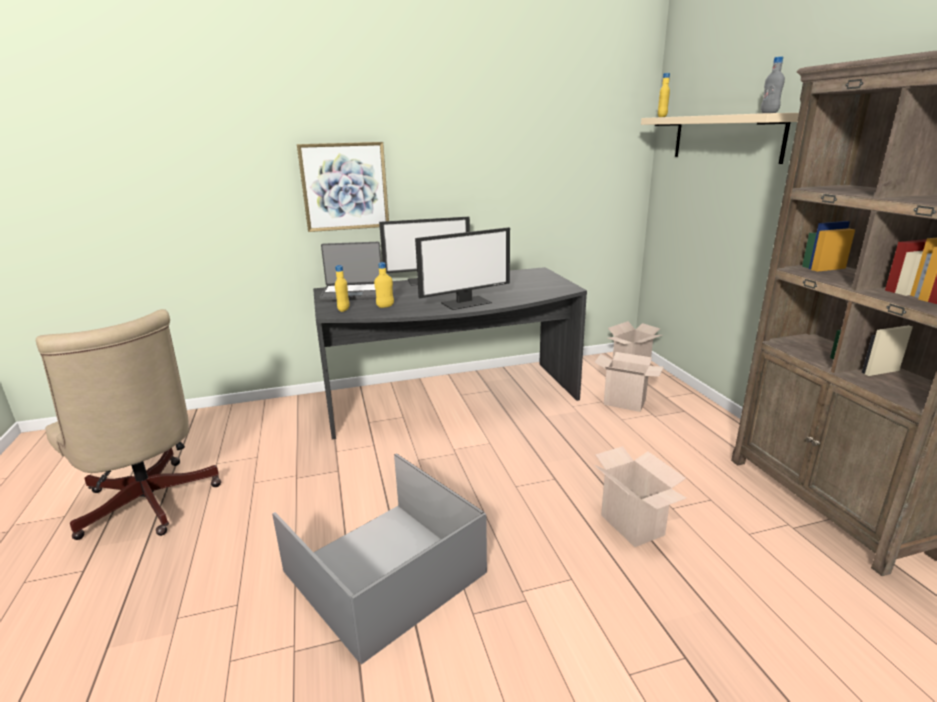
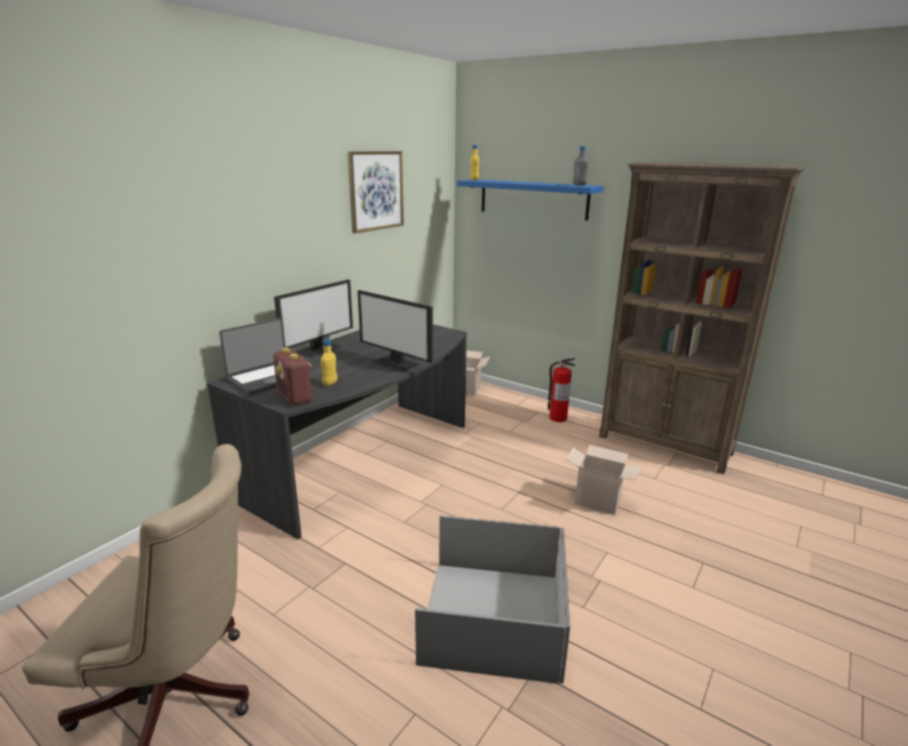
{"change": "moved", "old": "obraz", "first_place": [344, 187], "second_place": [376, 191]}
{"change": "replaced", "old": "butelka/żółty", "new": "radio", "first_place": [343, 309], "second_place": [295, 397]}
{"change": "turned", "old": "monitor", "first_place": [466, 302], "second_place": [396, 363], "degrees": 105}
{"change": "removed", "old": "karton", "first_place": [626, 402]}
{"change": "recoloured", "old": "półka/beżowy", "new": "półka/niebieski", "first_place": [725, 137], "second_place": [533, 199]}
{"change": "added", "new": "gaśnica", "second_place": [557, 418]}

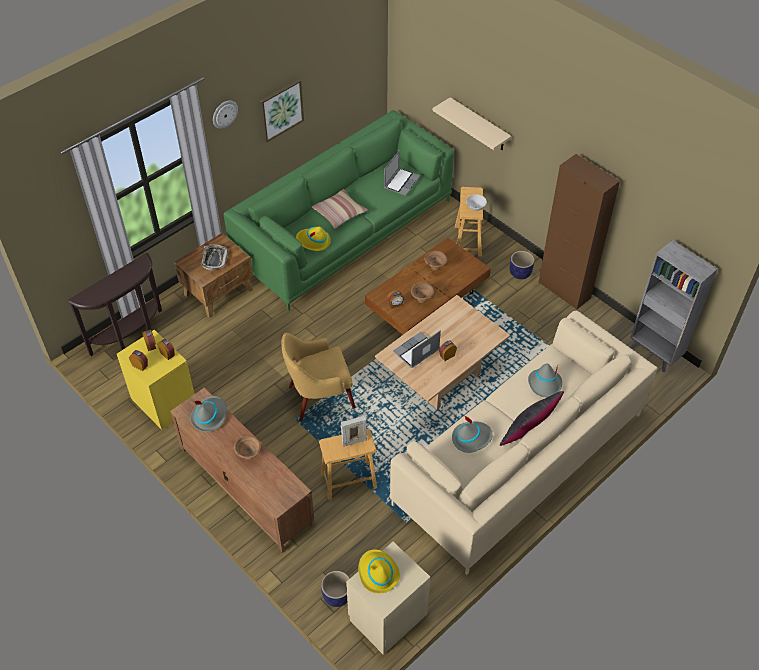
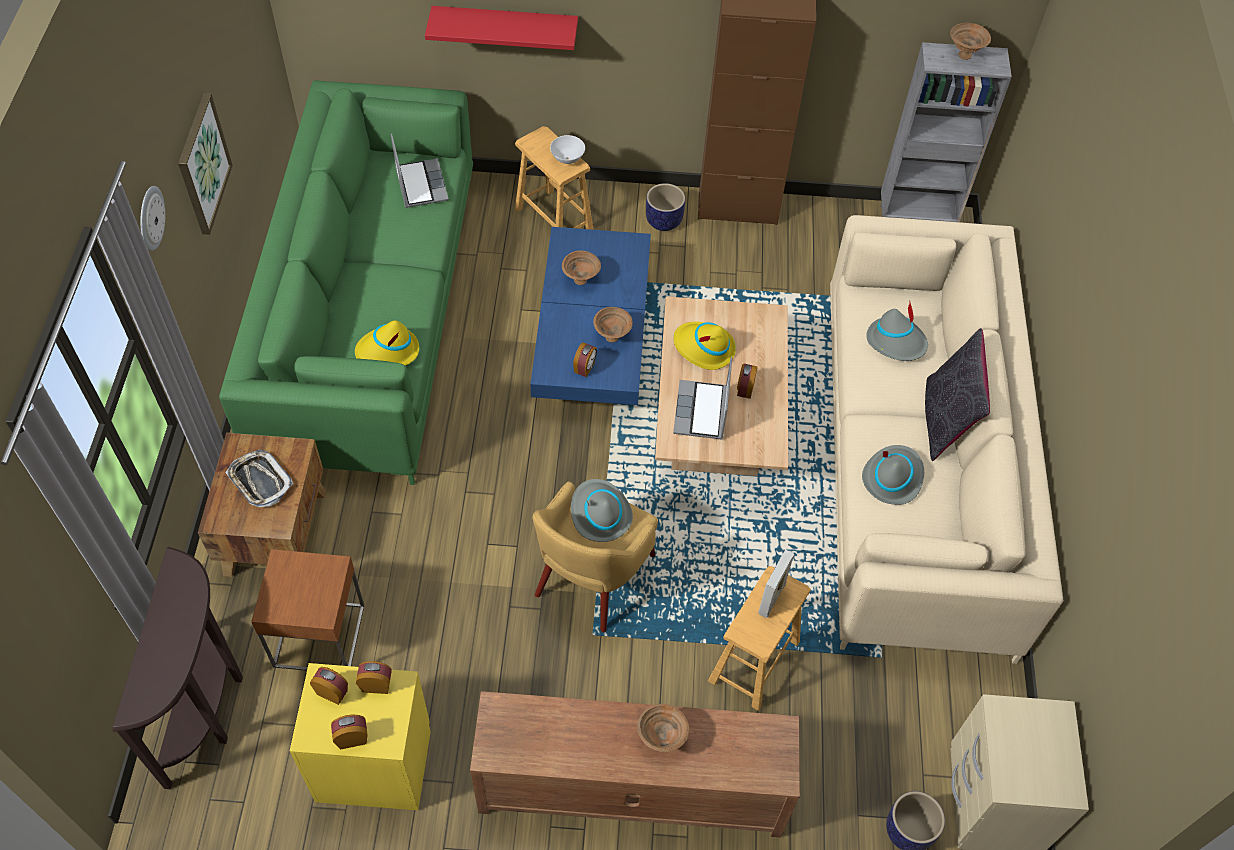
{"change": "moved", "old": "kapelusz/szary", "first_place": [209, 416], "second_place": [600, 514]}
{"change": "removed", "old": "poduszka", "first_place": [339, 213]}
{"change": "moved", "old": "kapelusz/żółty", "first_place": [378, 573], "second_place": [704, 348]}
{"change": "recoloured", "old": "ława/brązowy", "new": "ława/niebieski", "first_place": [427, 302], "second_place": [591, 339]}
{"change": "recoloured", "old": "półka/beżowy", "new": "półka/czerwony", "first_place": [479, 125], "second_place": [505, 27]}
{"change": "added", "new": "stolik/brązowy", "second_place": [319, 635]}
{"change": "added", "new": "miska/brązowy", "second_place": [963, 55]}

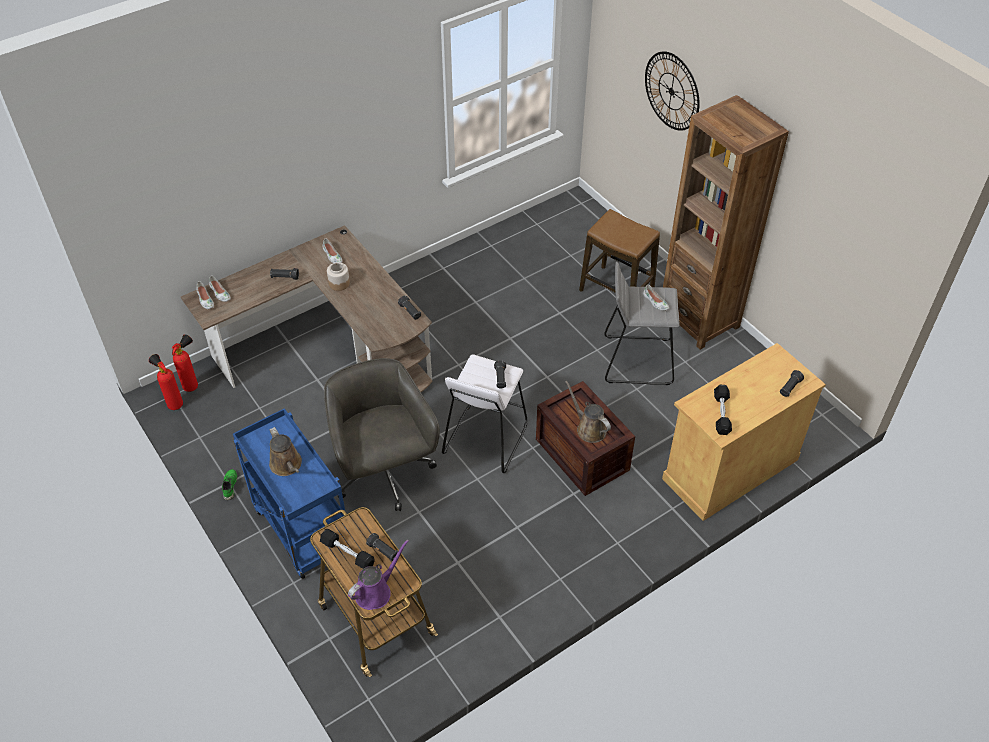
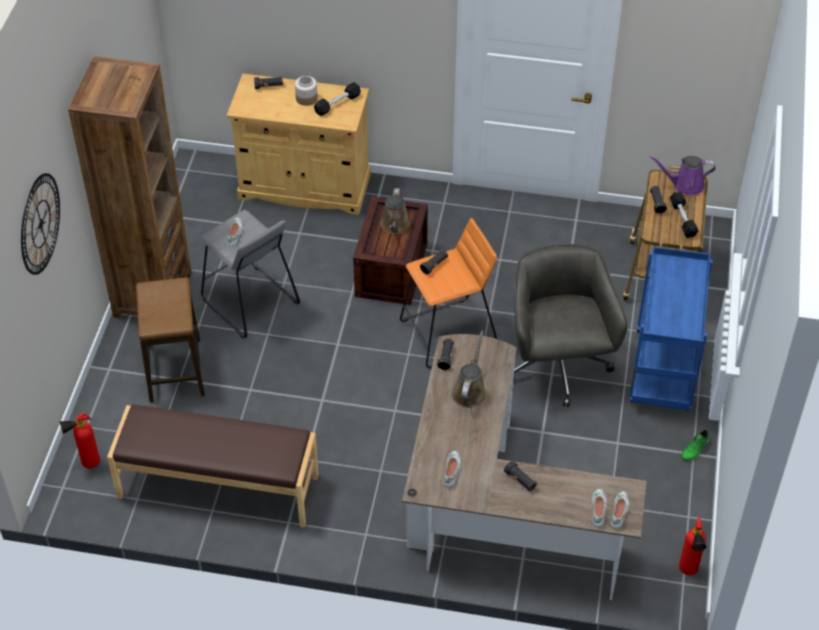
{"change": "moved", "old": "gaśnica", "first_place": [193, 384], "second_place": [86, 464]}
{"change": "moved", "old": "konewka/brązowy", "first_place": [287, 465], "second_place": [470, 391]}
{"change": "turned", "old": "krzesło biurowe/szary", "first_place": [384, 473], "second_place": [557, 366], "degrees": 150}
{"change": "moved", "old": "słoik", "first_place": [339, 283], "second_place": [306, 98]}
{"change": "recoloured", "old": "stołek/biały", "new": "stołek/pomarańczowy", "first_place": [485, 438], "second_place": [448, 334]}
{"change": "added", "new": "ławka/brązowy", "second_place": [218, 487]}

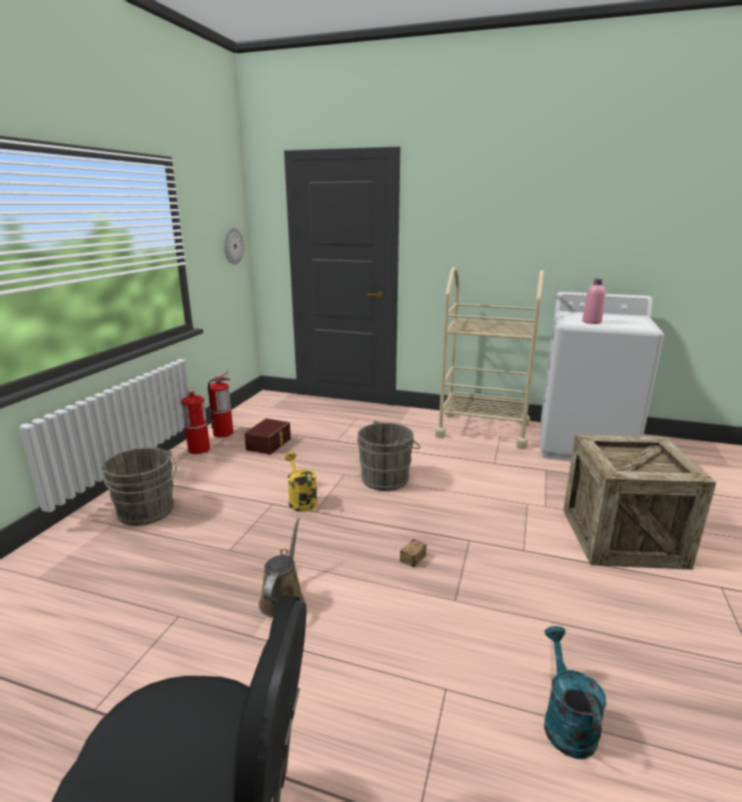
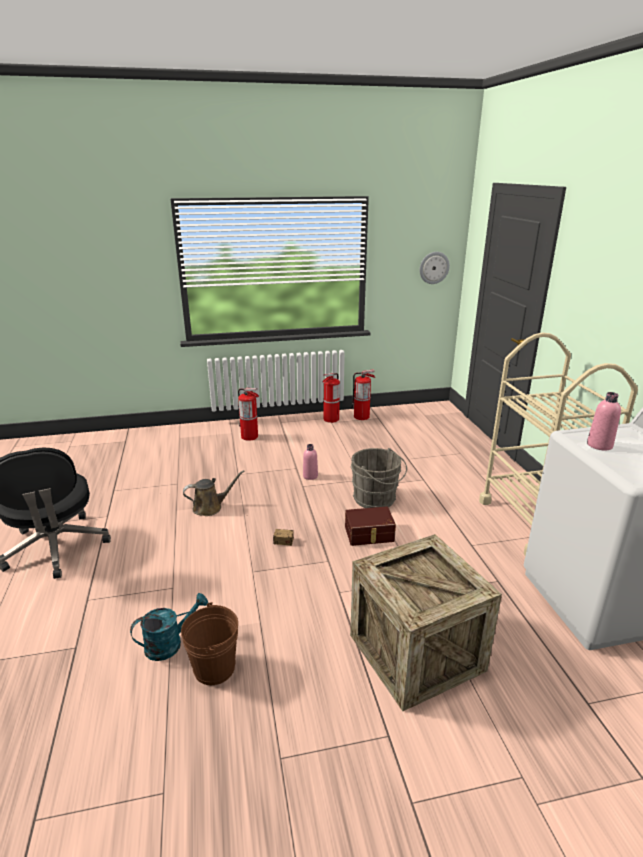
{"change": "replaced", "old": "wiadro/szary", "new": "gaśnica", "first_place": [146, 513], "second_place": [250, 436]}
{"change": "moved", "old": "pojemnik do przechowywania/brązowy", "first_place": [269, 444], "second_place": [369, 534]}
{"change": "replaced", "old": "konewka/żółty", "new": "butelka/różowy", "first_place": [301, 500], "second_place": [310, 476]}
{"change": "added", "new": "wiadro/brązowy", "second_place": [214, 668]}

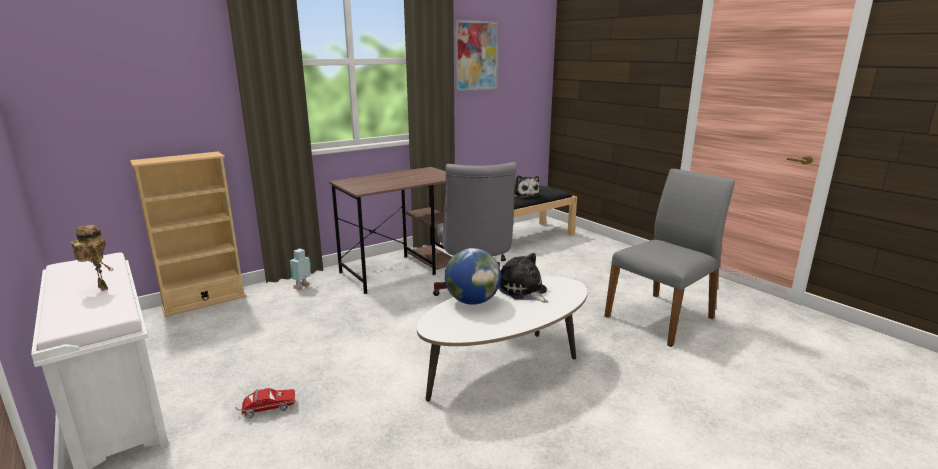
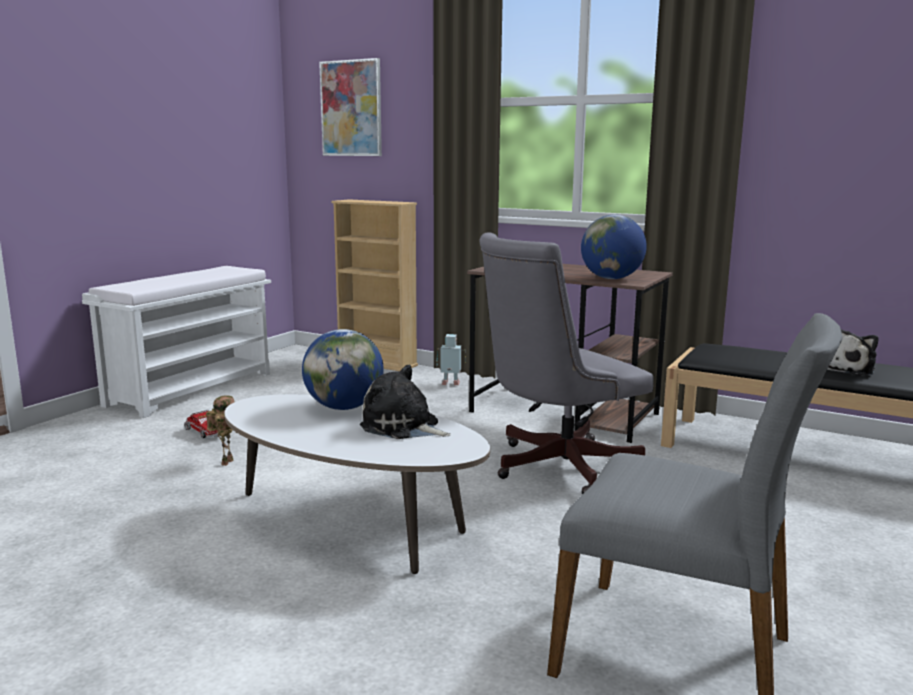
{"change": "moved", "old": "robot zabawkowy", "first_place": [100, 288], "second_place": [226, 462]}
{"change": "moved", "old": "obraz", "first_place": [475, 56], "second_place": [351, 108]}
{"change": "turned", "old": "pluszak", "first_place": [523, 291], "second_place": [403, 427], "degrees": -90}
{"change": "added", "new": "globus", "second_place": [611, 278]}

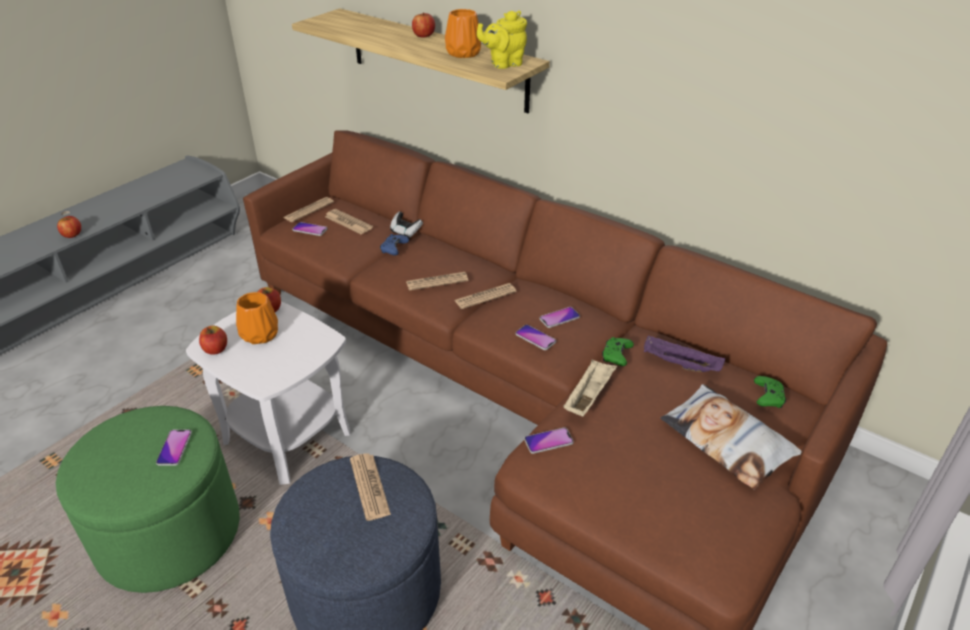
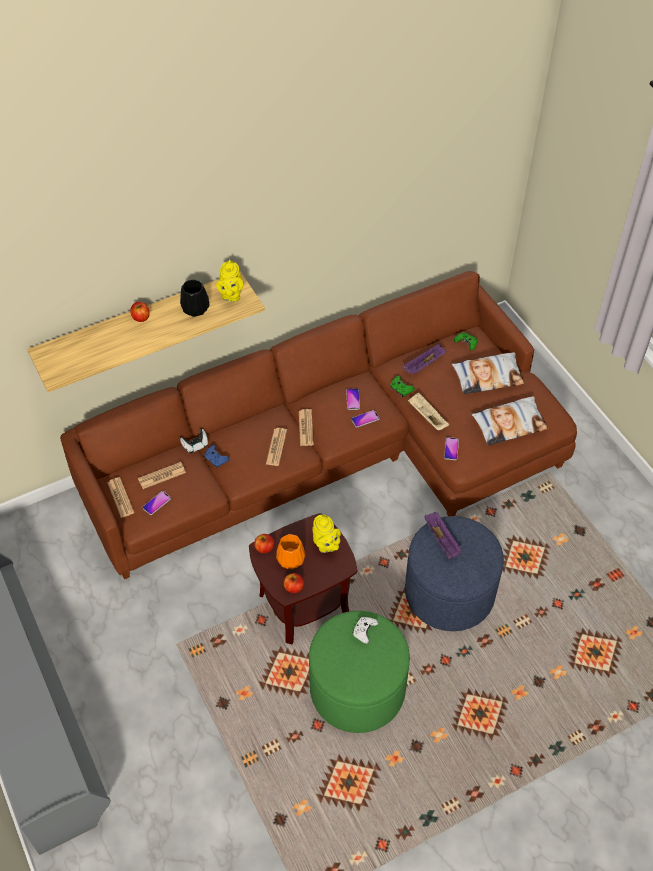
{"change": "removed", "old": "jabłko", "first_place": [72, 235]}
{"change": "replaced", "old": "telefon", "new": "pad do gier/biały", "first_place": [174, 448], "second_place": [364, 631]}
{"change": "recoloured", "old": "stolik/biały", "new": "stolik/brązowy", "first_place": [288, 436], "second_place": [304, 604]}
{"change": "replaced", "old": "gazeta", "new": "taca/fioletowy", "first_place": [369, 487], "second_place": [442, 540]}
{"change": "recoloured", "old": "wazon/pomarańczowy", "new": "wazon/czarny", "first_place": [464, 53], "second_place": [196, 308]}
{"change": "added", "new": "imbryk/żółty", "second_place": [326, 545]}
{"change": "added", "new": "poduszka", "second_place": [509, 424]}

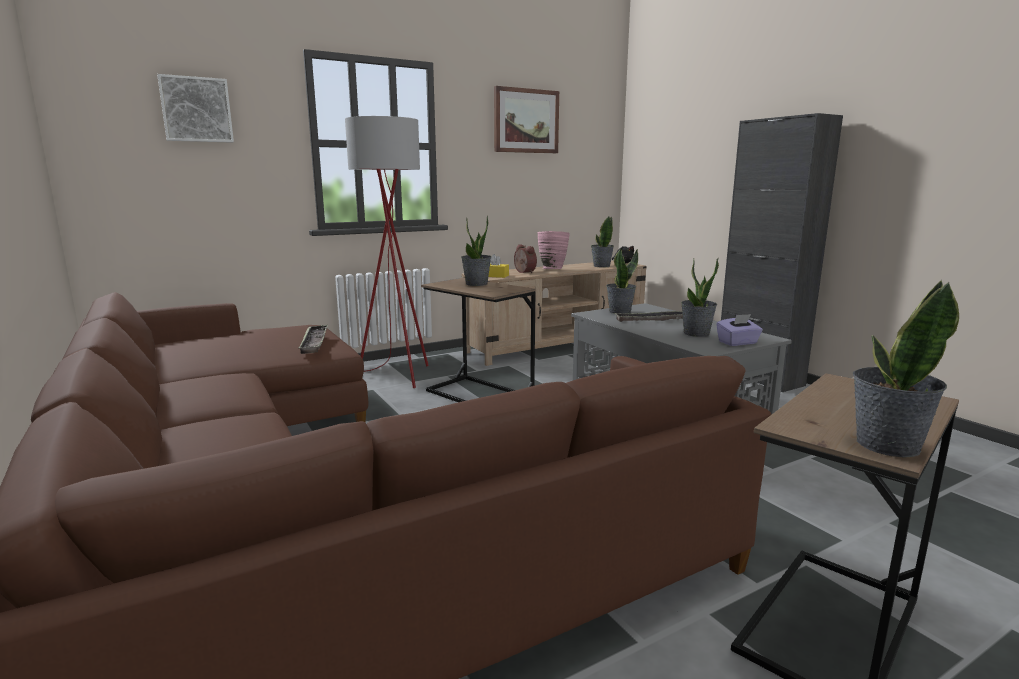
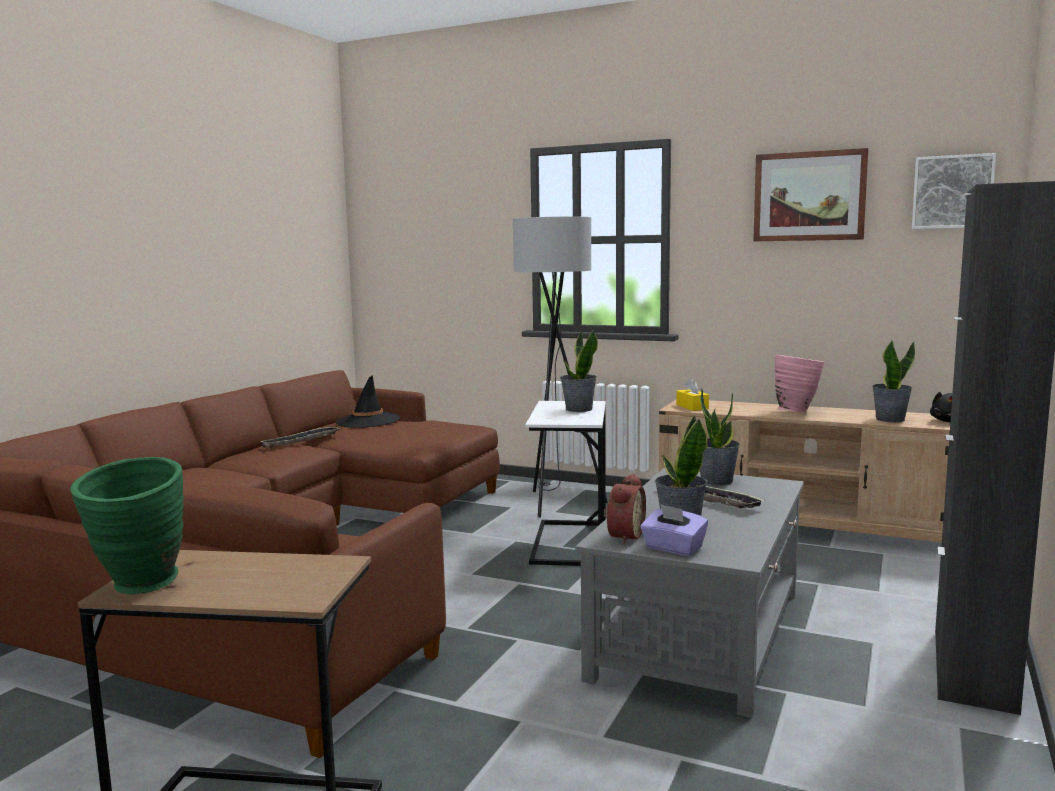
{"change": "moved", "old": "obraz", "first_place": [196, 110], "second_place": [952, 192]}
{"change": "moved", "old": "taca", "first_place": [314, 342], "second_place": [301, 441]}
{"change": "recoloured", "old": "lampa stojąca/czerwony", "new": "lampa stojąca/szary", "first_place": [393, 376], "second_place": [555, 502]}
{"change": "recoloured", "old": "stolik/brązowy", "new": "stolik/biały", "first_place": [479, 395], "second_place": [570, 543]}
{"change": "moved", "old": "budzik", "first_place": [523, 272], "second_place": [623, 536]}
{"change": "replaced", "old": "roślina doniczkowa", "new": "wazon/zielony", "first_place": [886, 445], "second_place": [139, 588]}
{"change": "added", "new": "kapelusz/czarny", "second_place": [368, 421]}

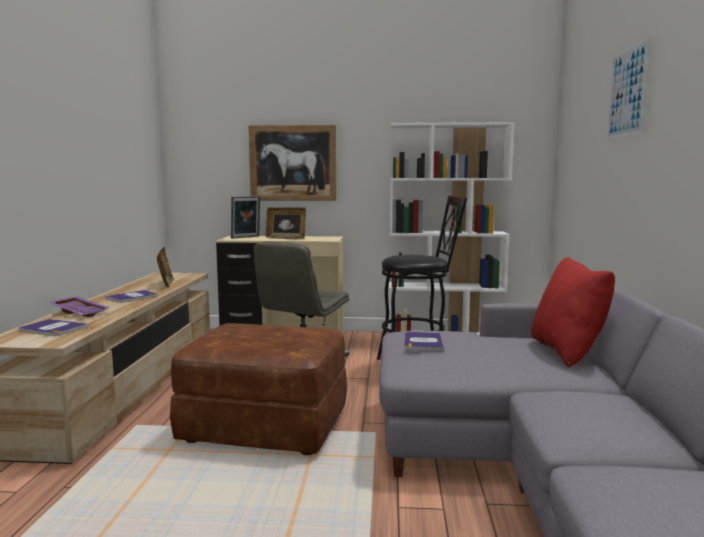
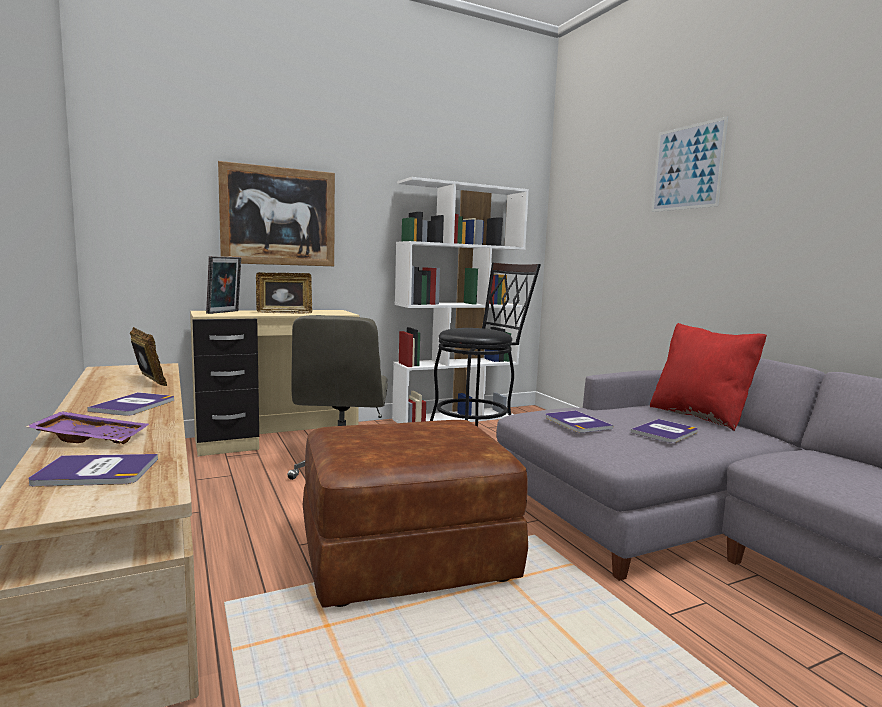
{"change": "added", "new": "książka", "second_place": [665, 432]}

